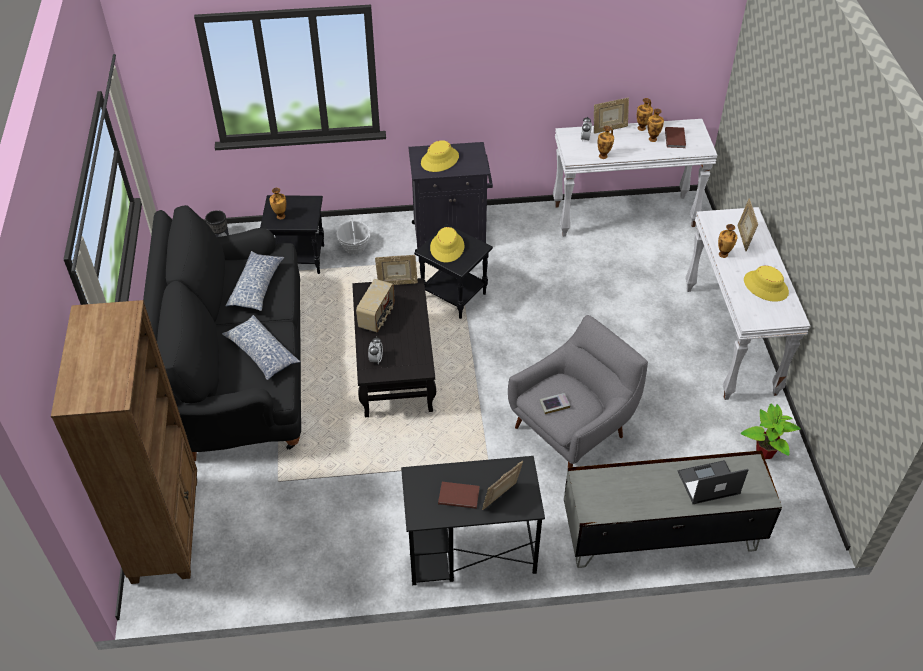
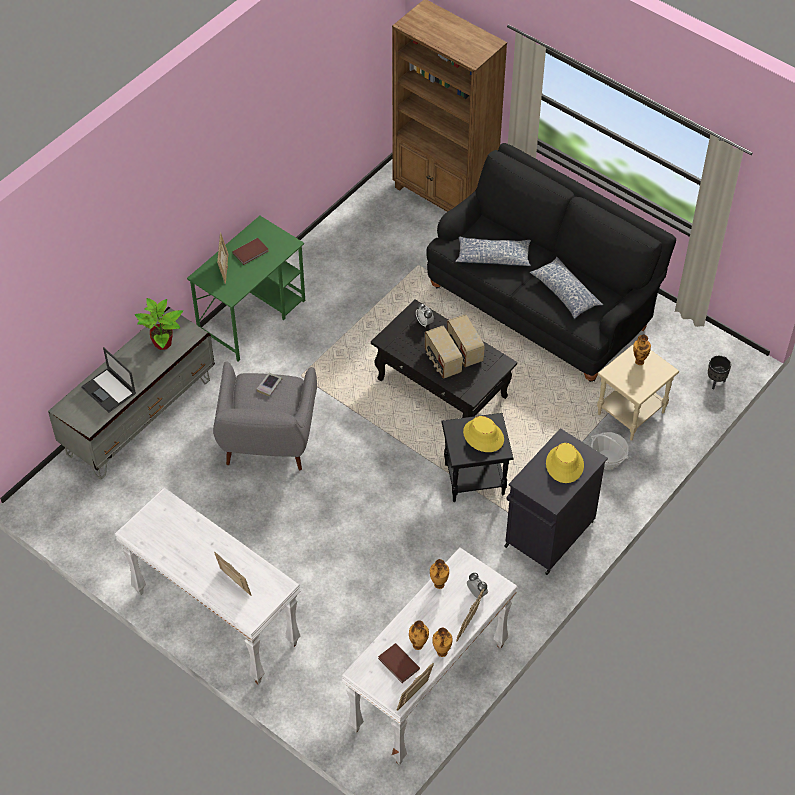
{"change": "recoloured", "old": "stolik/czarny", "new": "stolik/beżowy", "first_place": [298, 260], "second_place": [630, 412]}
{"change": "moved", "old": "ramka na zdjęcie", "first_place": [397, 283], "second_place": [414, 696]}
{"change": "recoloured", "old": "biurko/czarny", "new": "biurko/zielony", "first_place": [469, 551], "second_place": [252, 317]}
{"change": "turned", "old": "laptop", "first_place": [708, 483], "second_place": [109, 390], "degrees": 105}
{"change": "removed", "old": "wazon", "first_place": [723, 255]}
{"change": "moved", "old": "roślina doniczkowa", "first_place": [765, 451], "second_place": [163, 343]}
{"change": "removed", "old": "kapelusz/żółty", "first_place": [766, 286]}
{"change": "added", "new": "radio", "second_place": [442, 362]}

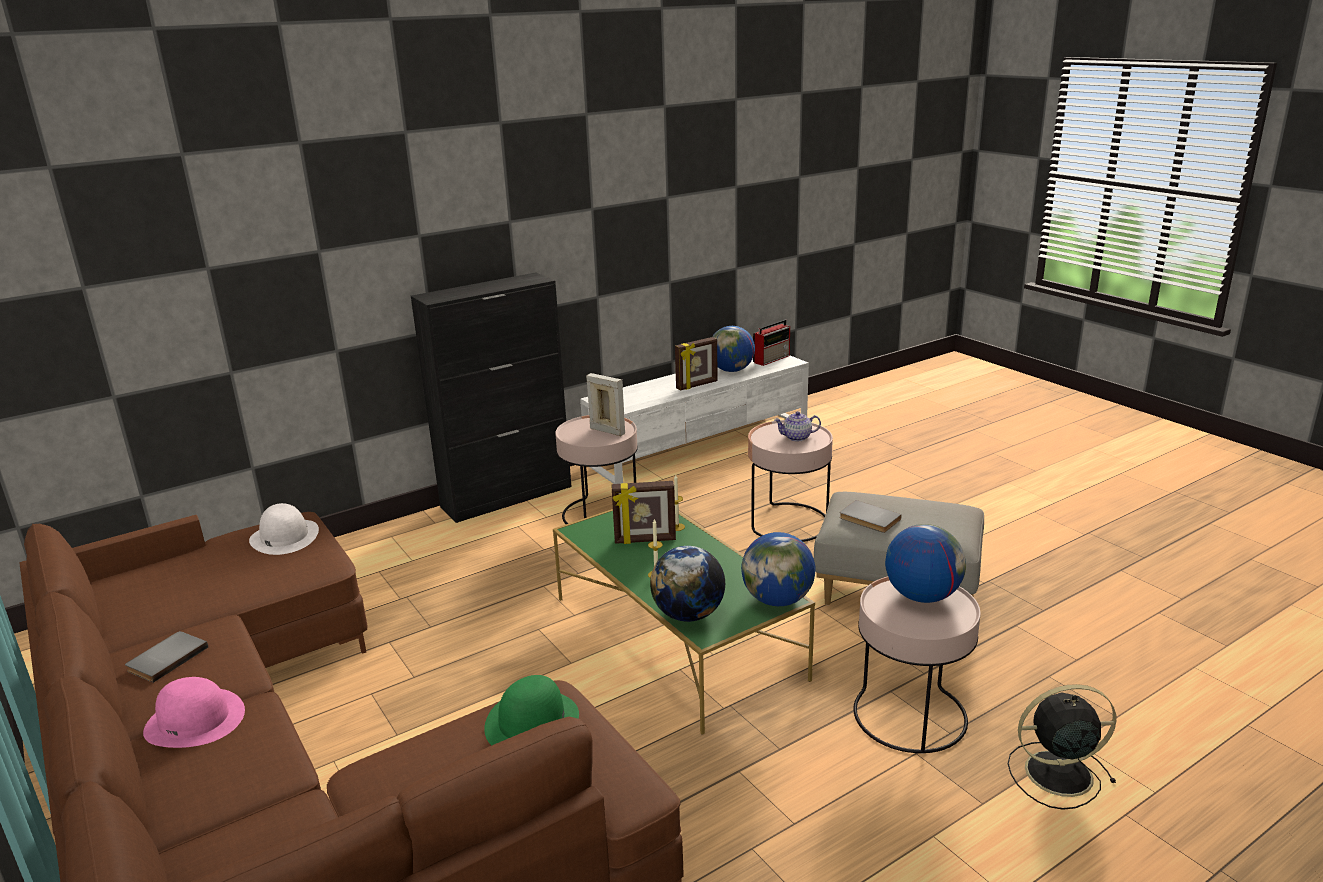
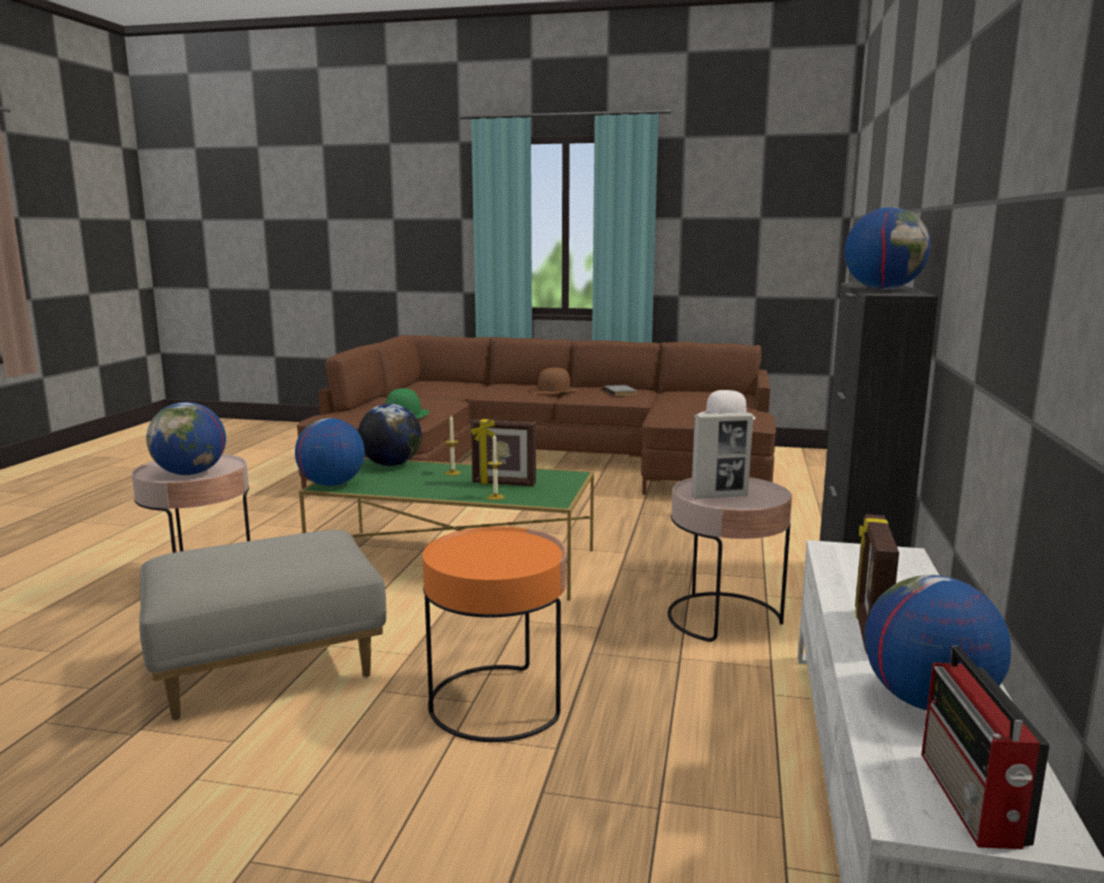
{"change": "recoloured", "old": "kapelusz/różowy", "new": "kapelusz/brązowy", "first_place": [195, 720], "second_place": [554, 390]}
{"change": "turned", "old": "ramka na zdjęcie", "first_place": [645, 540], "second_place": [503, 484], "degrees": -120}
{"change": "recoloured", "old": "stolik/różowy", "new": "stolik/pomarańczowy", "first_place": [788, 523], "second_place": [496, 702]}
{"change": "removed", "old": "imbryk", "first_place": [797, 437]}
{"change": "removed", "old": "książka/szary", "first_place": [868, 519]}
{"change": "removed", "old": "wentylator/czarny", "first_place": [1055, 773]}
{"change": "added", "new": "globus", "second_place": [883, 289]}

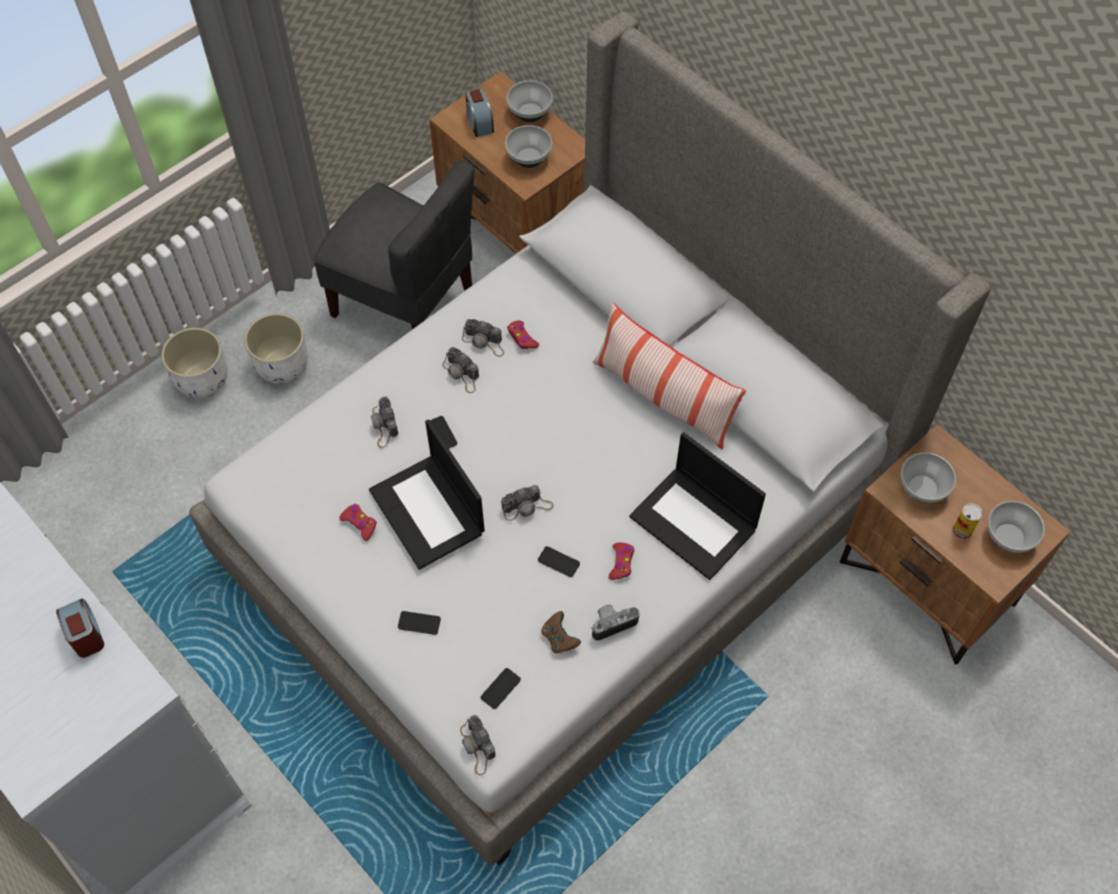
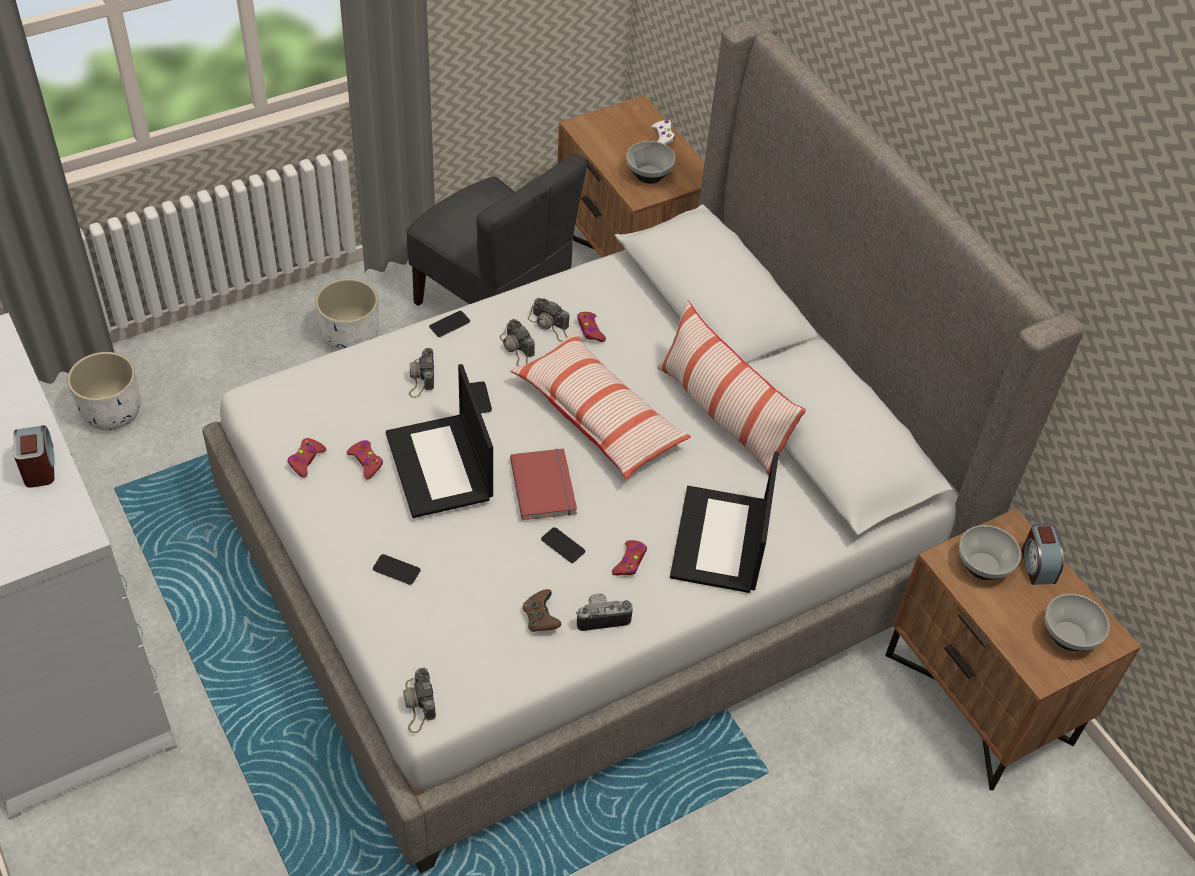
{"change": "moved", "old": "donica/biały", "first_place": [202, 381], "second_place": [111, 414]}
{"change": "moved", "old": "budzik", "first_place": [479, 122], "second_place": [1037, 565]}
{"change": "moved", "old": "telefon", "first_place": [500, 688], "second_place": [449, 324]}
{"change": "replaced", "old": "aparat fotograficzny", "new": "książka/czerwony", "first_place": [527, 507], "second_place": [545, 485]}
{"change": "replaced", "old": "miska", "new": "pad do gier/biały", "first_place": [530, 113], "second_place": [663, 136]}
{"change": "turned", "old": "laptop", "first_place": [695, 523], "second_place": [721, 541], "degrees": 45}
{"change": "removed", "old": "puszka", "first_place": [962, 531]}
{"change": "added", "new": "pad do gier/czerwony", "second_place": [306, 460]}
{"change": "added", "new": "poduszka", "second_place": [598, 417]}

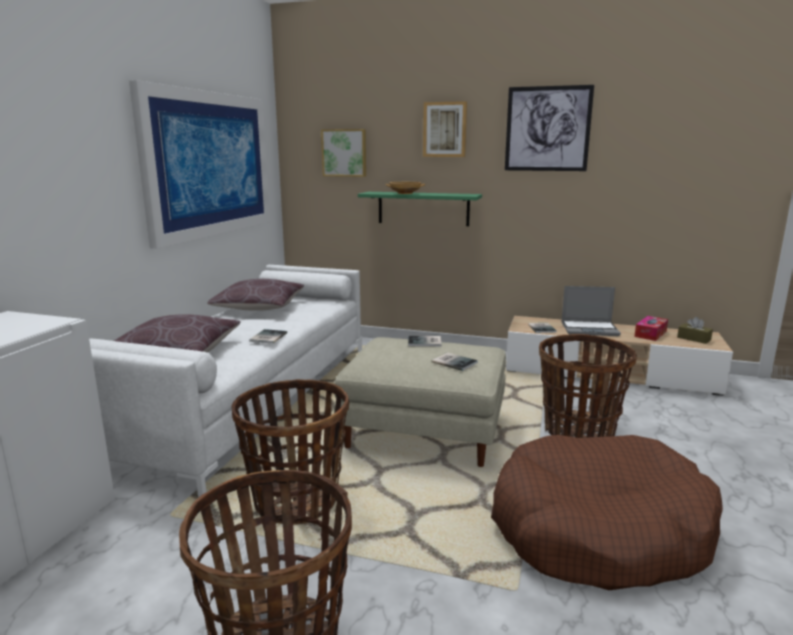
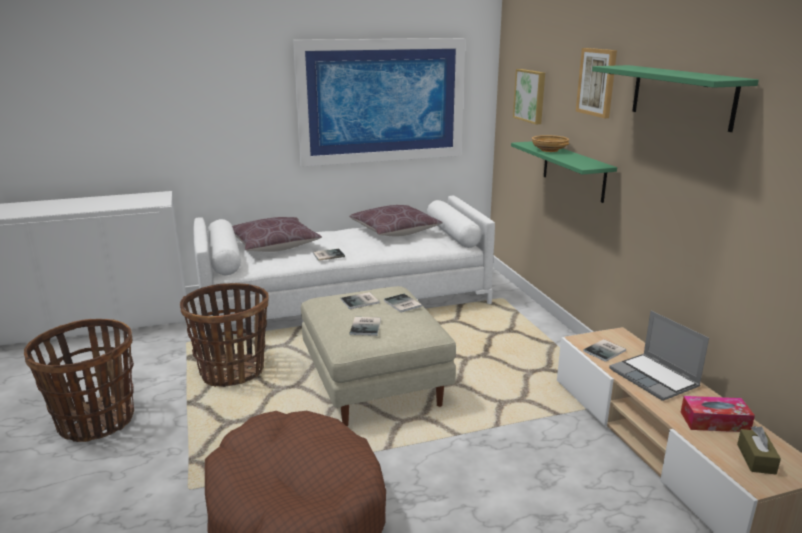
{"change": "replaced", "old": "obraz", "new": "półka/zielony", "first_place": [547, 129], "second_place": [681, 96]}
{"change": "removed", "old": "koszyk", "first_place": [578, 431]}
{"change": "added", "new": "książka", "second_place": [361, 301]}

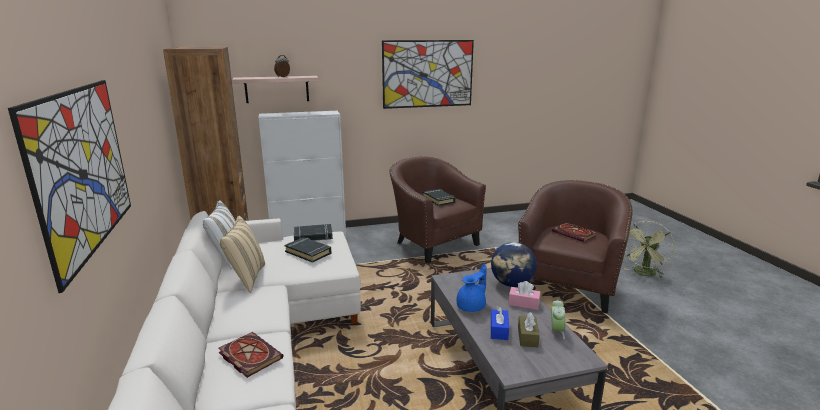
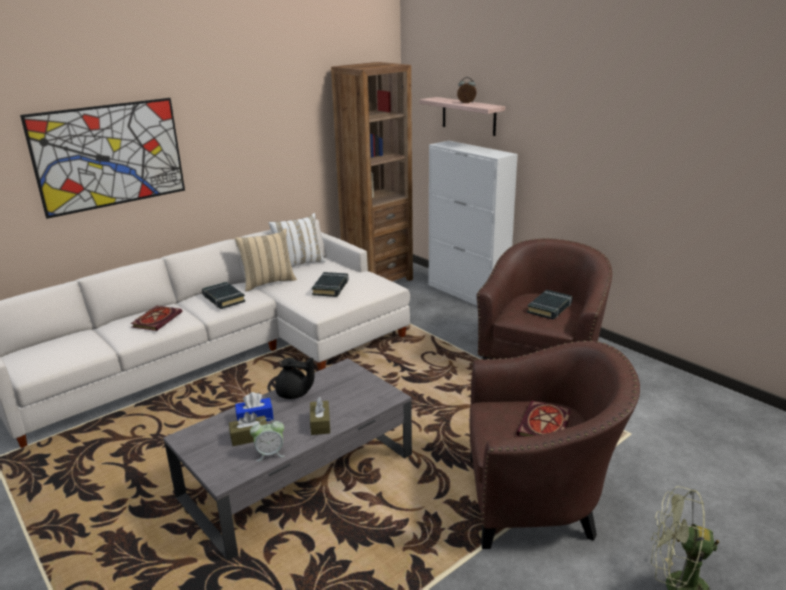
{"change": "moved", "old": "książka/czarny", "first_place": [313, 236], "second_place": [223, 299]}
{"change": "removed", "old": "obraz", "first_place": [428, 74]}
{"change": "recoloured", "old": "imbryk/niebieski", "new": "imbryk/czarny", "first_place": [472, 306], "second_place": [294, 394]}
{"change": "removed", "old": "globus", "first_place": [512, 284]}
{"change": "recoloured", "old": "pudełko chusteczek/różowy", "new": "pudełko chusteczek/brązowy", "first_place": [523, 303], "second_place": [320, 423]}

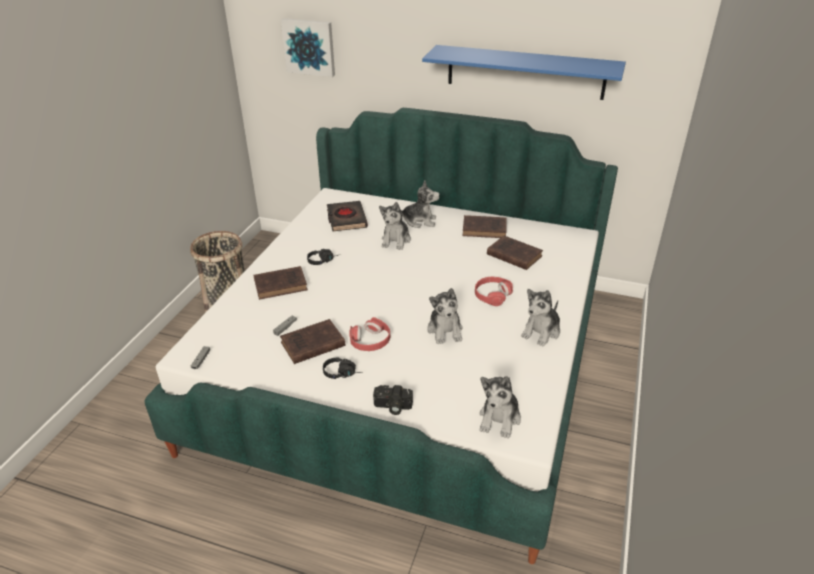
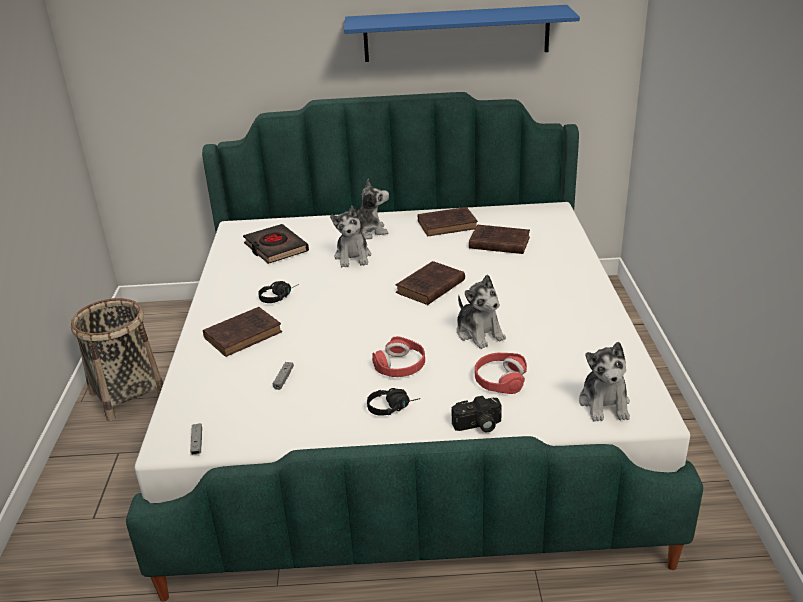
{"change": "moved", "old": "książka/brązowy", "first_place": [311, 345], "second_place": [429, 287]}
{"change": "removed", "old": "obraz", "first_place": [309, 47]}
{"change": "moved", "old": "słuchawki/czerwony", "first_place": [492, 295], "second_place": [500, 379]}
{"change": "removed", "old": "pluszak", "first_place": [541, 332]}

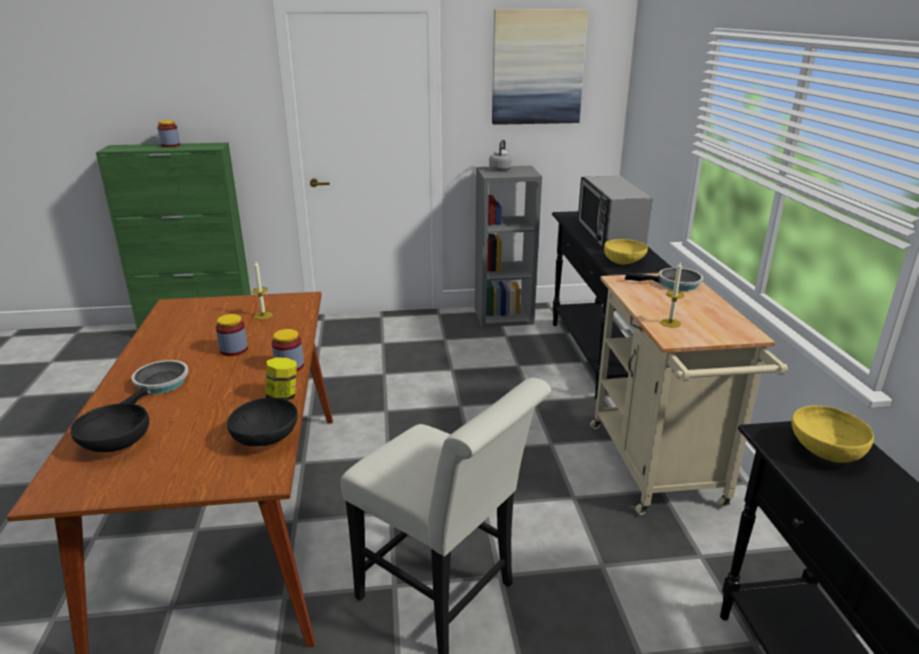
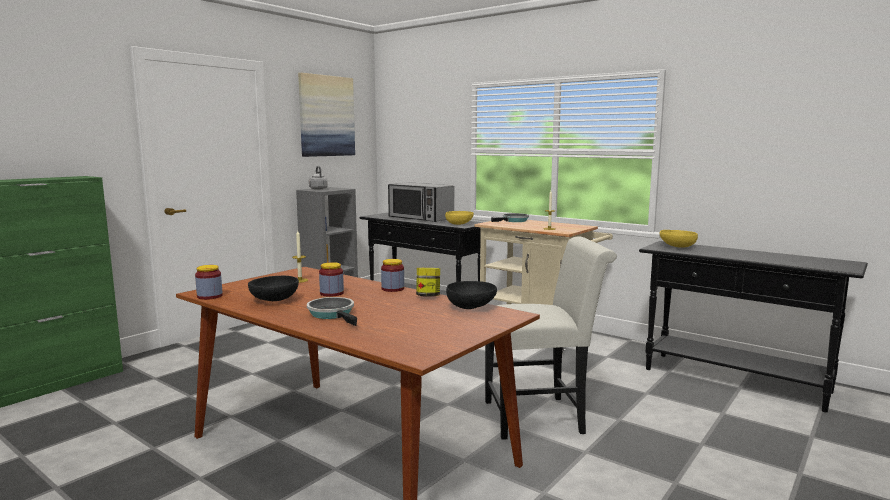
{"change": "moved", "old": "miska/czarny", "first_place": [115, 445], "second_place": [274, 301]}
{"change": "moved", "old": "słoik", "first_place": [170, 145], "second_place": [209, 296]}

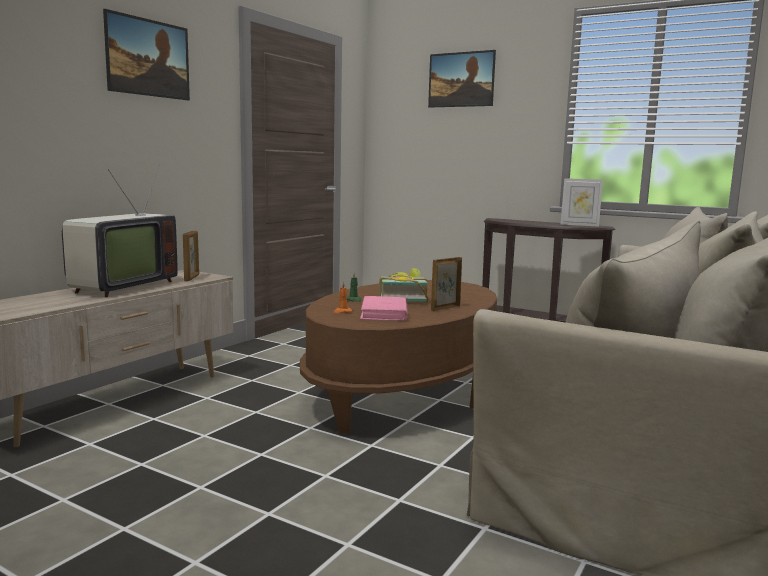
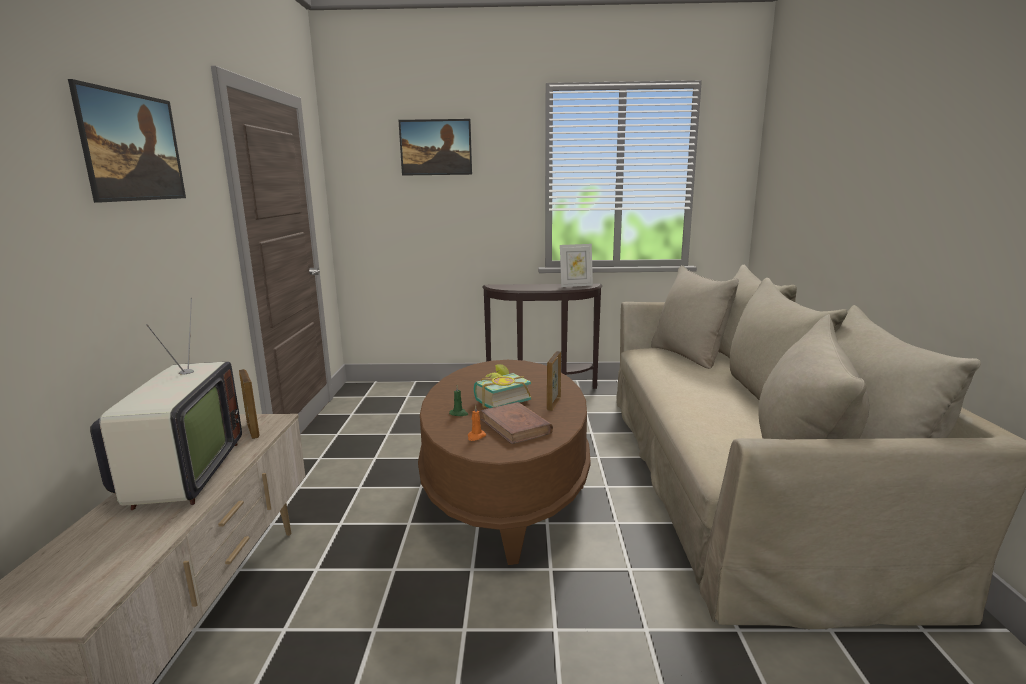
{"change": "recoloured", "old": "książka/różowy", "new": "książka/brązowy", "first_place": [384, 313], "second_place": [515, 426]}

